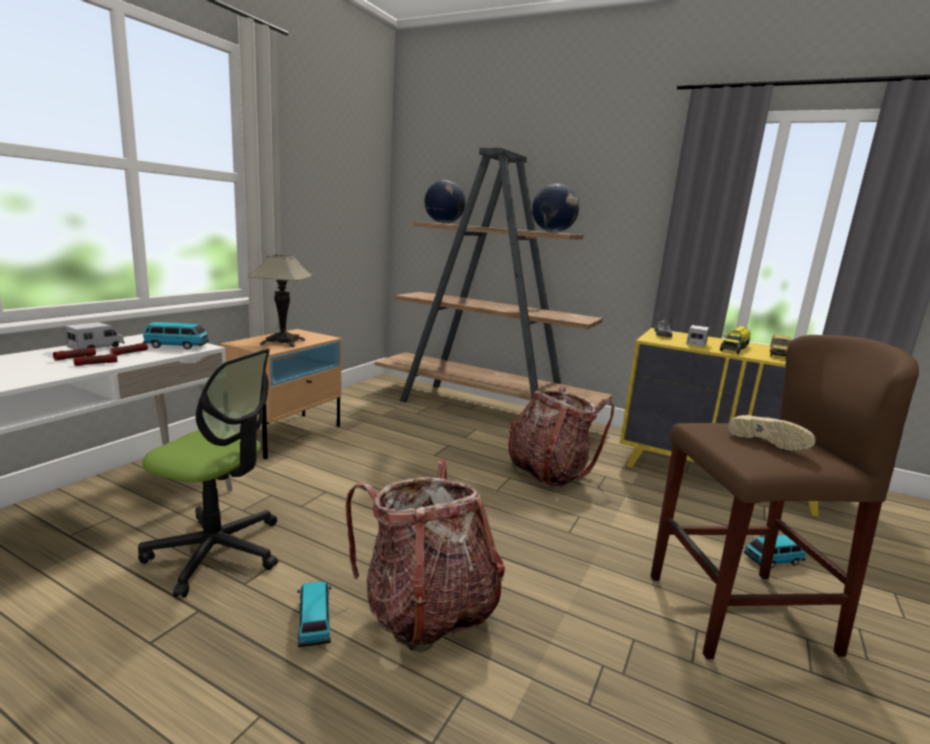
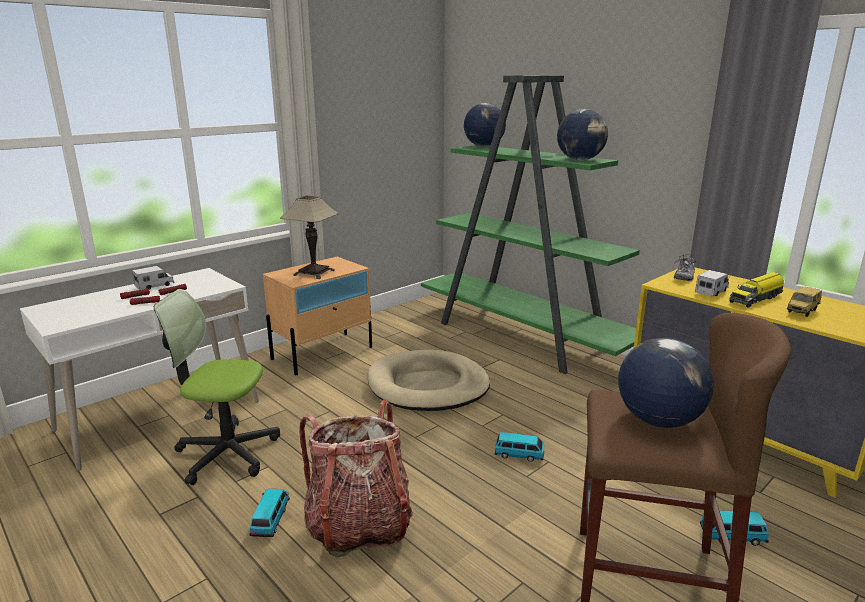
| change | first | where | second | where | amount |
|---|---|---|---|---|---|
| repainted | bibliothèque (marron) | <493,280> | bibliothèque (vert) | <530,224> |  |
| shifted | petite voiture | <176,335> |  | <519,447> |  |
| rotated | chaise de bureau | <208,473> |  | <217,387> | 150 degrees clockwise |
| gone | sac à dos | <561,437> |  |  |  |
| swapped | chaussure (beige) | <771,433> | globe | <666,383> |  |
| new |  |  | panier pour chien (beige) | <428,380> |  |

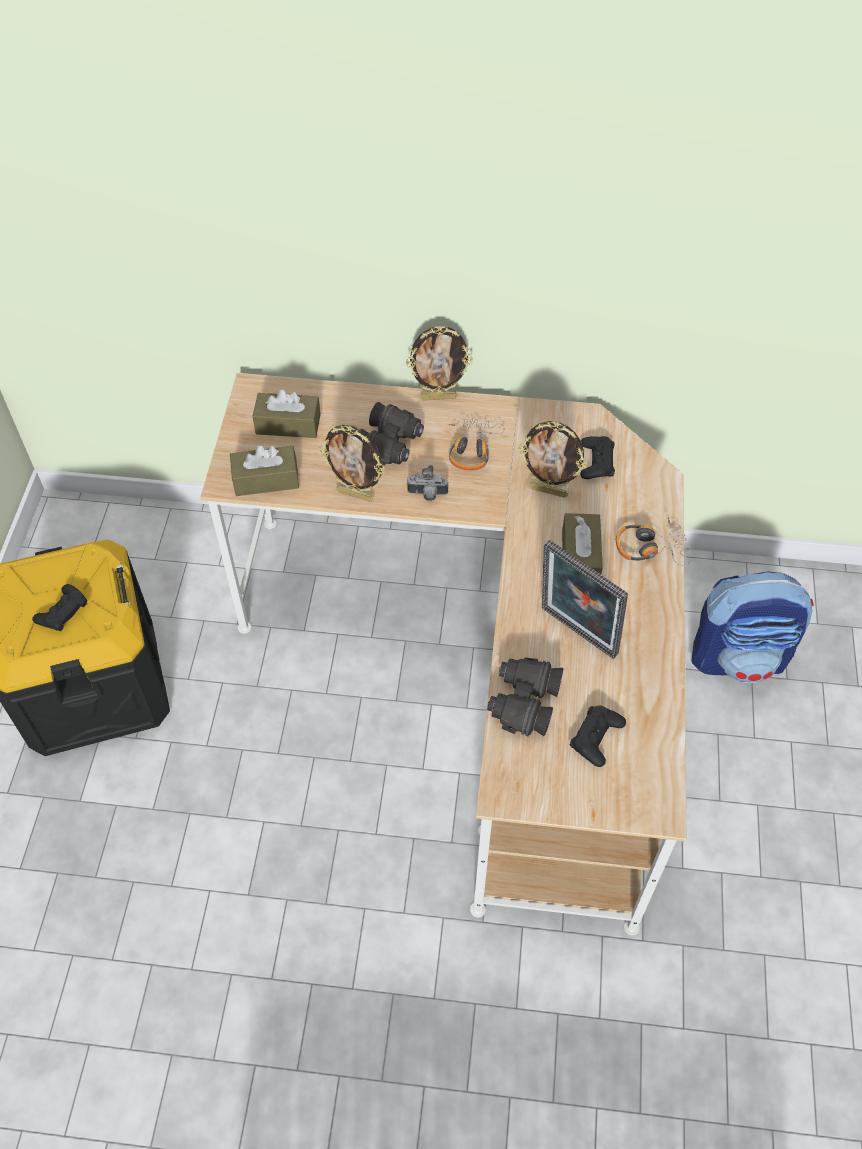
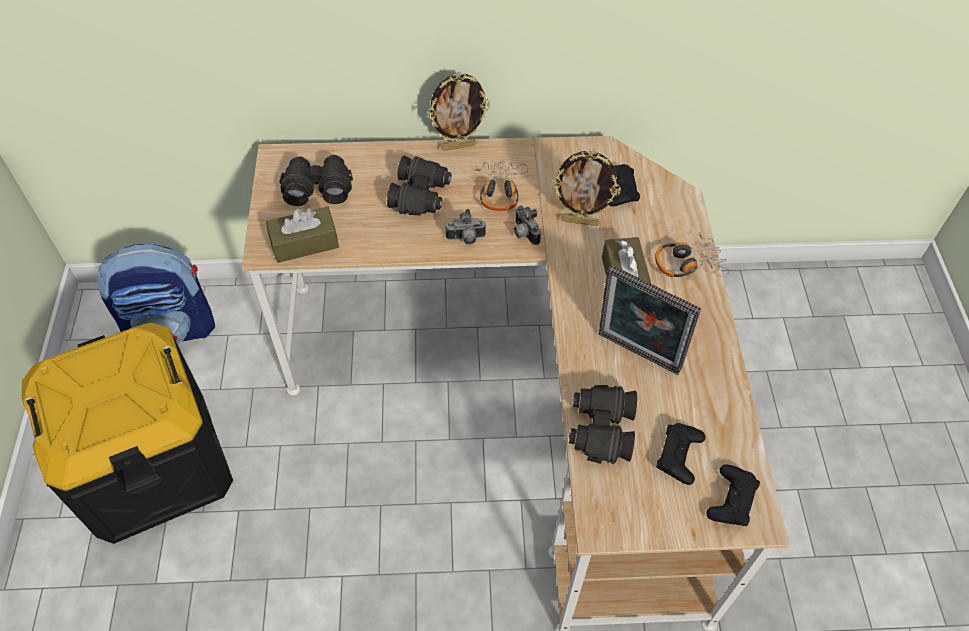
| change | first | where | second | where | amount |
|---|---|---|---|---|---|
| swapped | boîte à mouchoirs (marron) | <286,413> | jumelles (noir) | <316,180> |  |
| gone | cadre photo | <352,463> |  |  |  |
| shifted | sac à dos | <753,627> |  | <156,294> |  |
| shifted | manette (noir) | <59,607> |  | <733,495> |  |
| new |  |  | appareil photo | <527,225> |  |

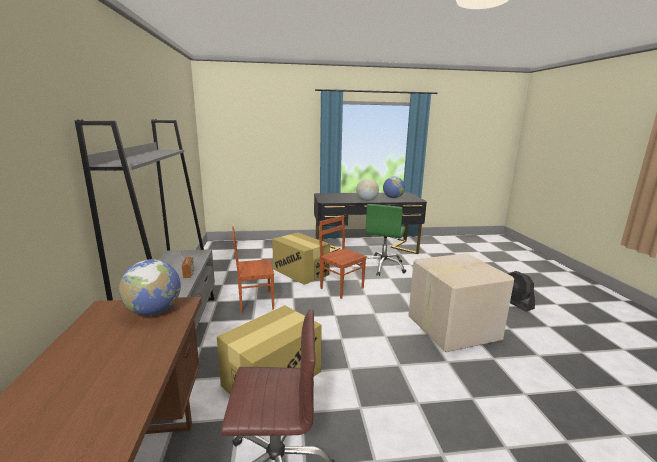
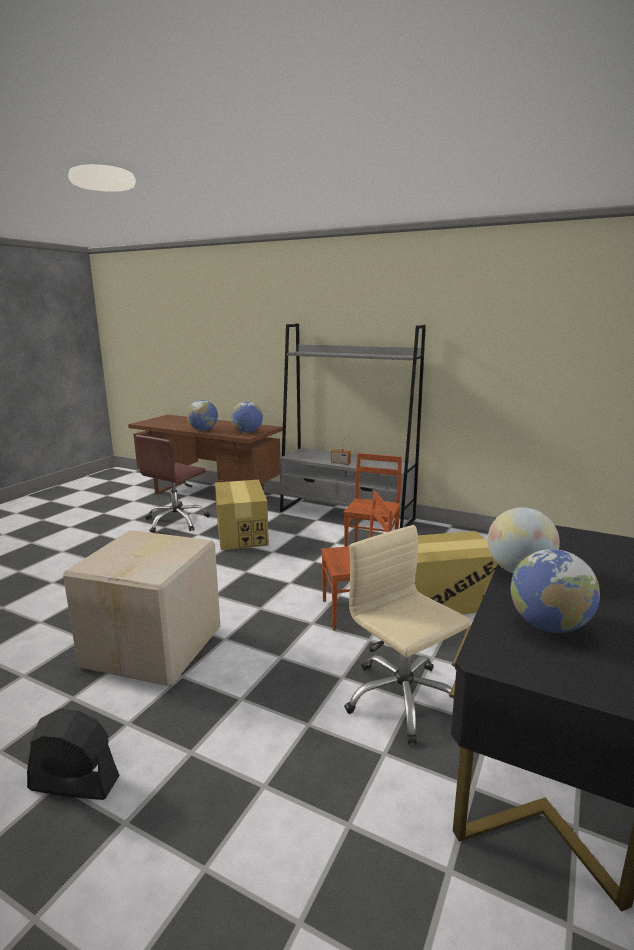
| change | first | where | second | where | amount |
|---|---|---|---|---|---|
| repainted | chaise de bureau (vert) | <382,240> | chaise de bureau (beige) | <407,635> |  |
| new |  |  | globe | <202,415> |  |

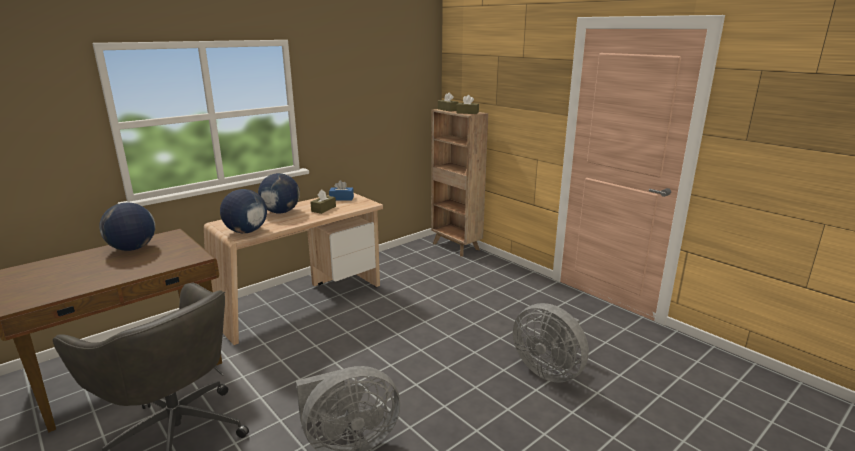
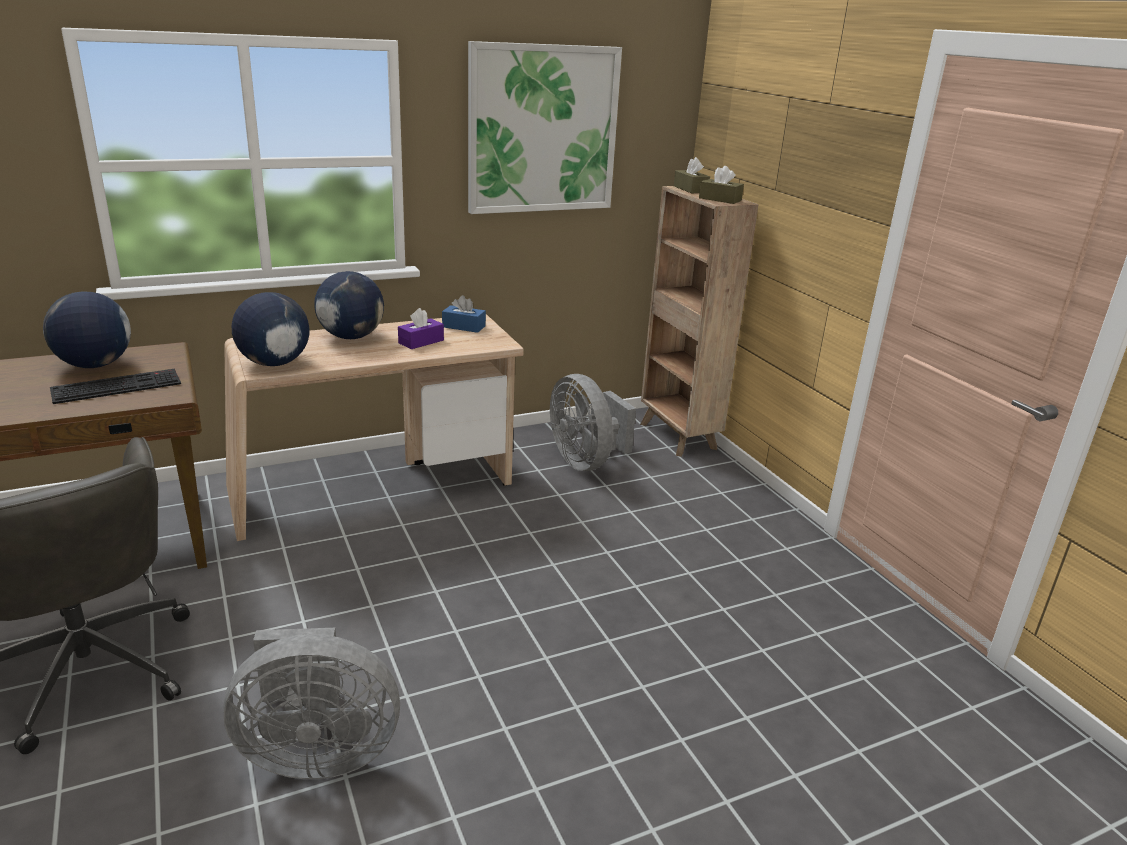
| change | first | where | second | where | amount |
|---|---|---|---|---|---|
| repainted | boîte à mouchoirs (marron) | <323,202> | boîte à mouchoirs (violet) | <421,328> |  |
| shifted | ventilateur (gris) | <551,343> |  | <593,422> |  |
| new |  |  | tableau | <545,127> |  |
| new |  |  | clavier | <115,386> |  |

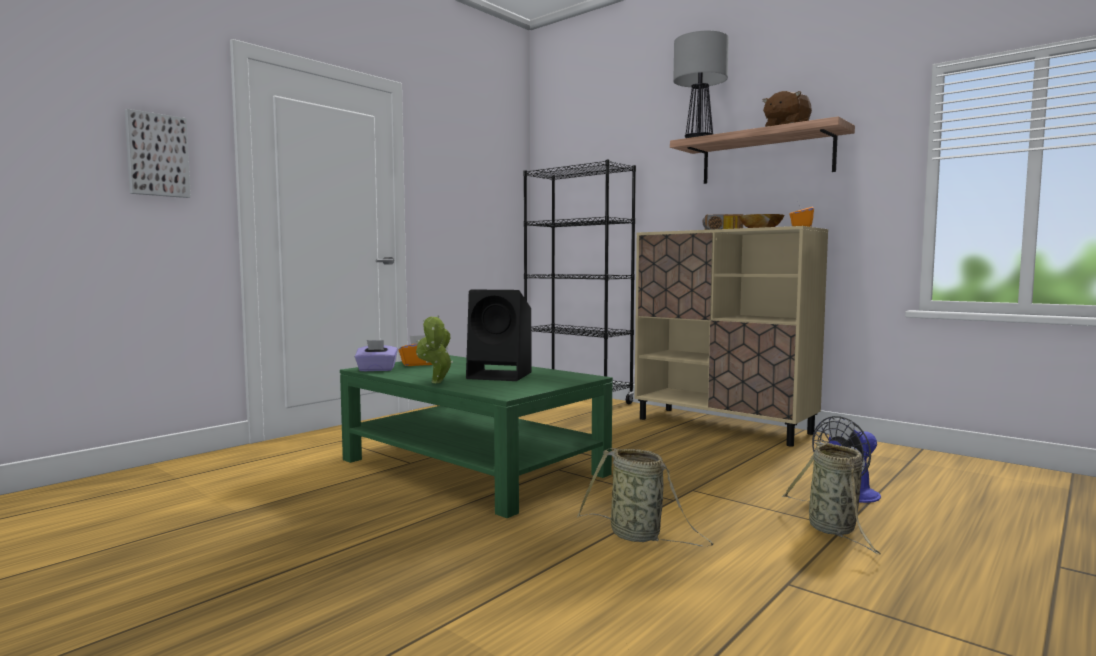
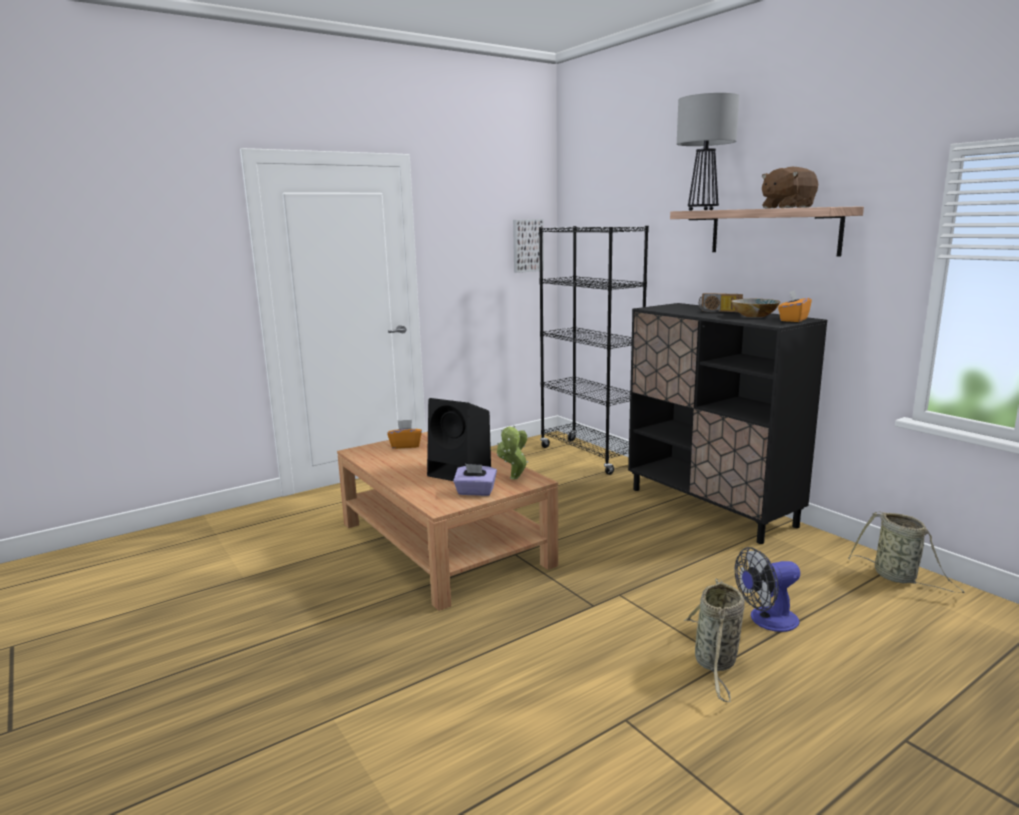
| change | first | where | second | where | amount |
|---|---|---|---|---|---|
| shifted | tableau | <158,153> |  | <528,246> |  |
| repainted | meuble de rangement (beige) | <731,336> | meuble de rangement (noir) | <727,423> |  |
| shifted | plante en pot | <434,349> |  | <512,452> |  |
| shifted | boîte à mouchoirs (violet) | <376,355> |  | <475,480> |  |
| repainted | table basse (vert) | <476,436> | table basse (marron) | <447,521> |  |
| shifted | panier | <645,497> |  | <906,552> |  |

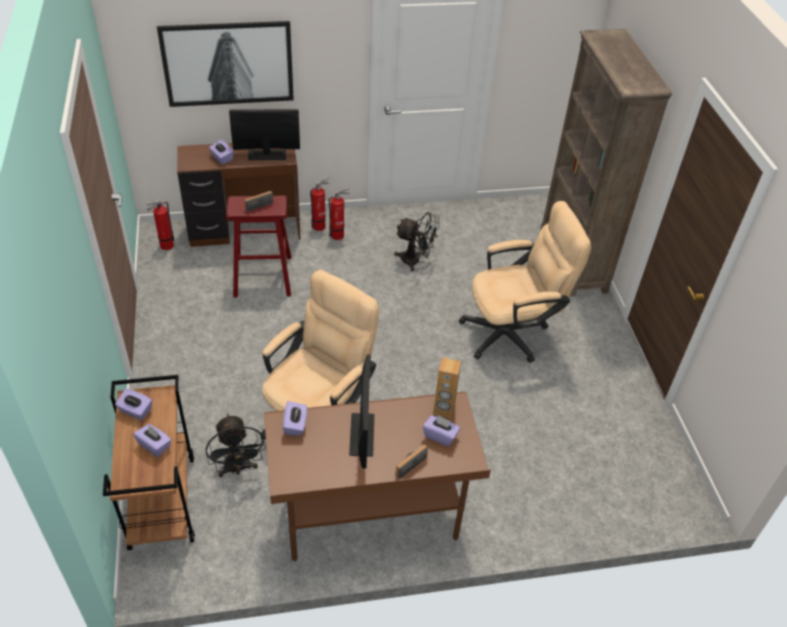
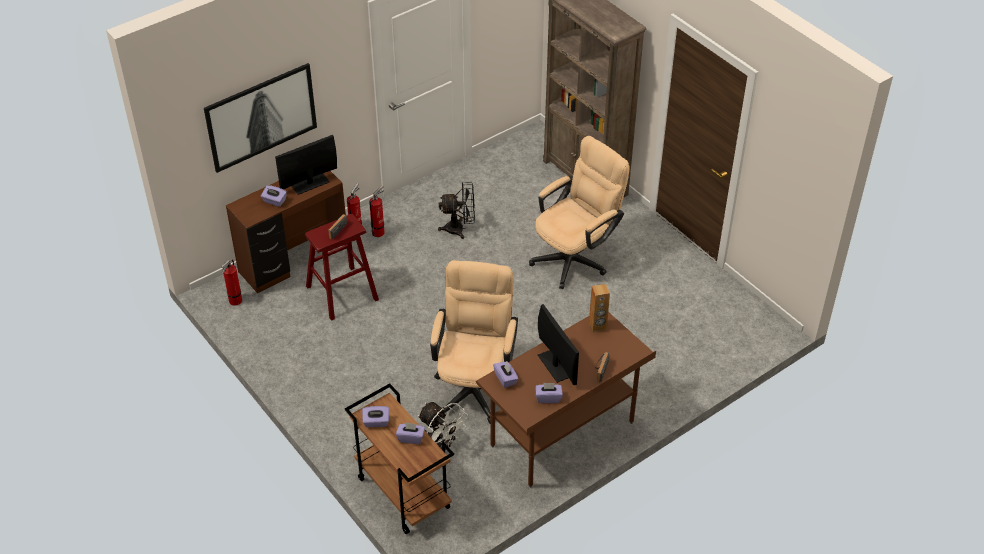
| change | first | where | second | where | amount |
|---|---|---|---|---|---|
| repainted | ventilateur (noir) | <236,445> | ventilateur (blanc) | <443,426> |  |
| shifted | boîte à mouchoirs (violet) | <441,431> |  | <549,393> |  |

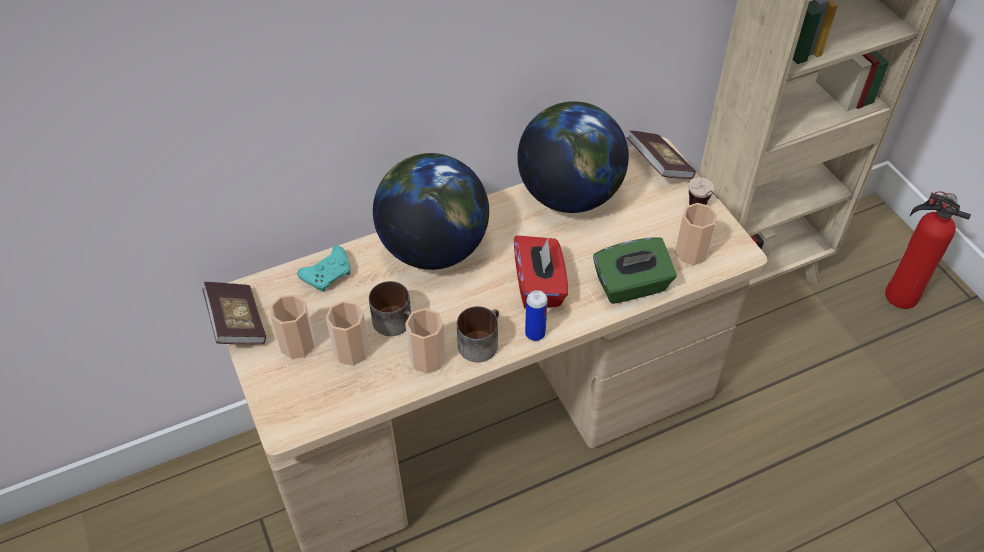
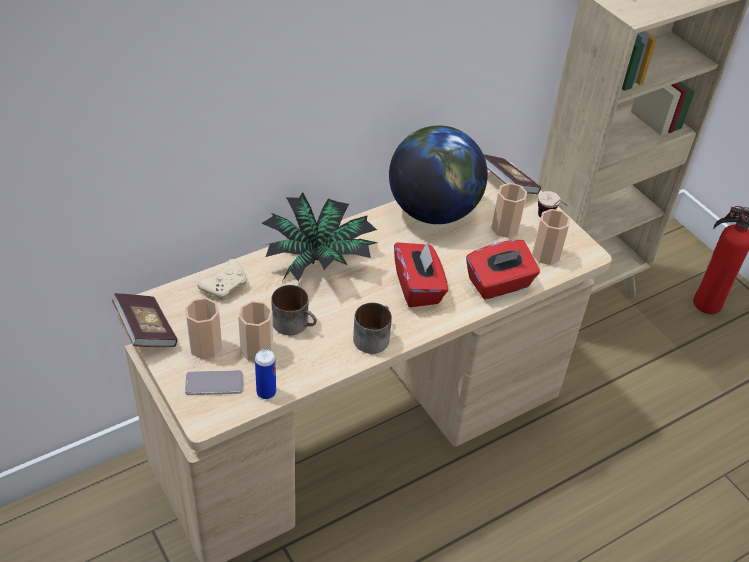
| change | first | where | second | where | amount |
|---|---|---|---|---|---|
| swapped | globe | <431,211> | plante en pot | <319,237> |  |
| repainted | boîte à mouchoirs (vert) | <635,270> | boîte à mouchoirs (rouge) | <503,269> |  |
| repainted | manette (turquoise) | <323,269> | manette (beige) | <222,279> |  |
| shifted | boîte métallique | <536,315> |  | <265,374> |  |
| shifted | tasse | <425,341> |  | <509,210> |  |
| new |  |  | téléphone | <214,382> |  |

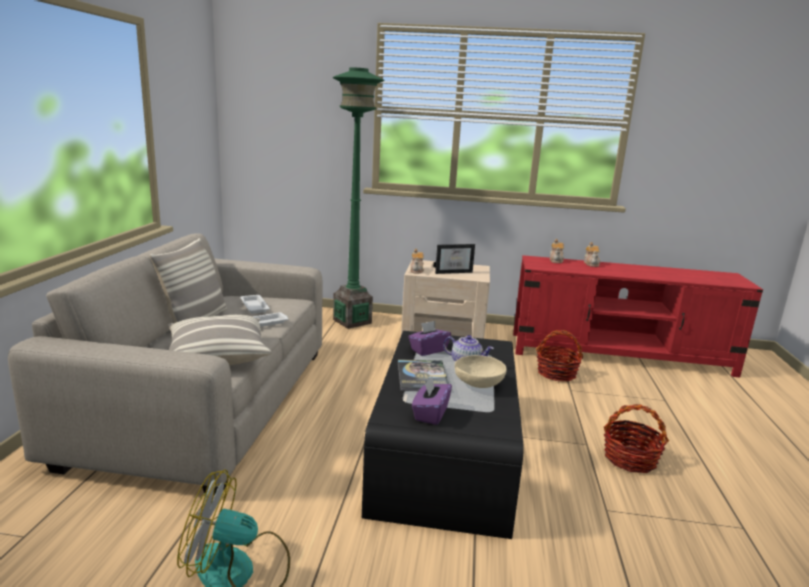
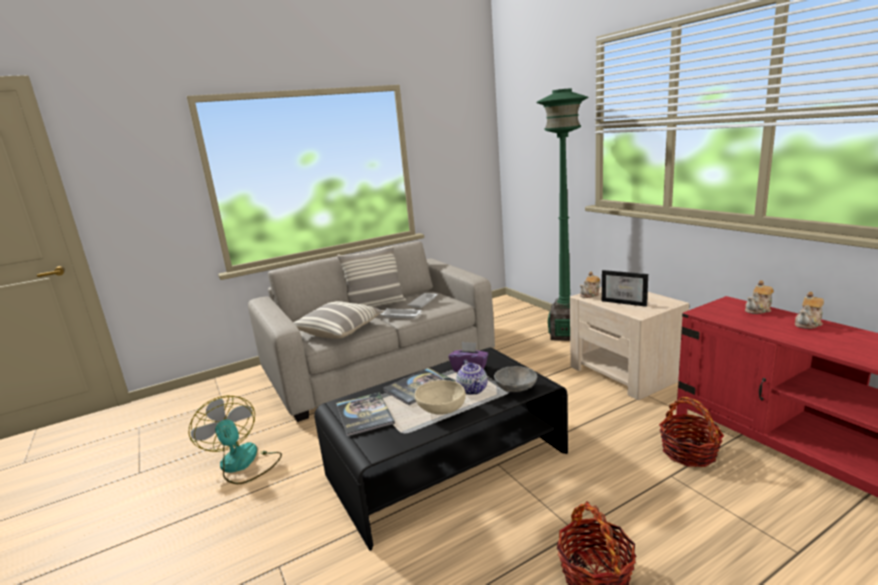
| change | first | where | second | where | amount |
|---|---|---|---|---|---|
| swapped | boîte à mouchoirs (violet) | <432,400> | livre | <365,414> |  |
| new |  |  | bol (gris) | <515,379> |  |

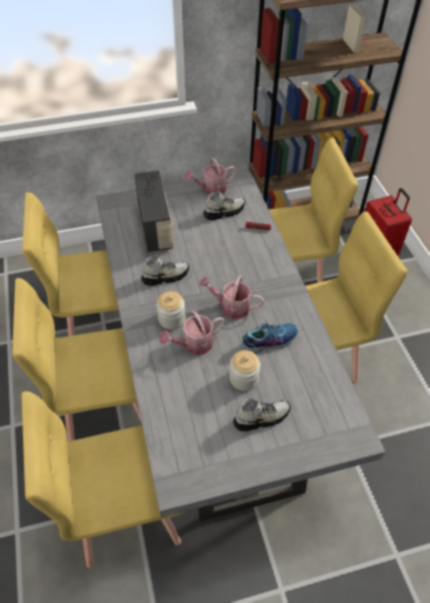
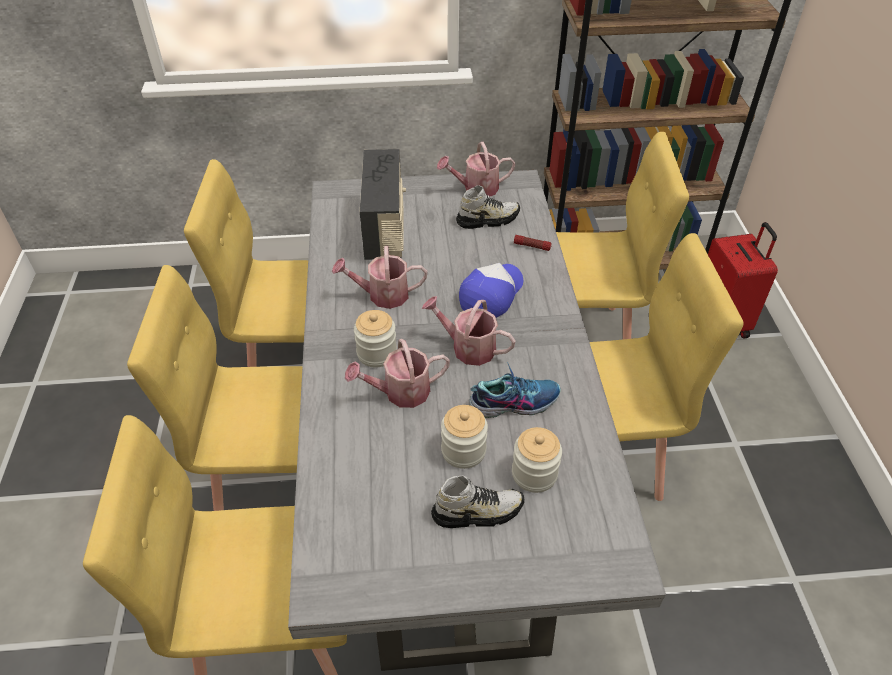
| change | first | where | second | where | amount |
|---|---|---|---|---|---|
| swapped | chaussure | <165,270> | arrosoir | <379,277> |  |
| new |  |  | casquette | <491,290> |  |
| new |  |  | bocal | <537,460> |  |

